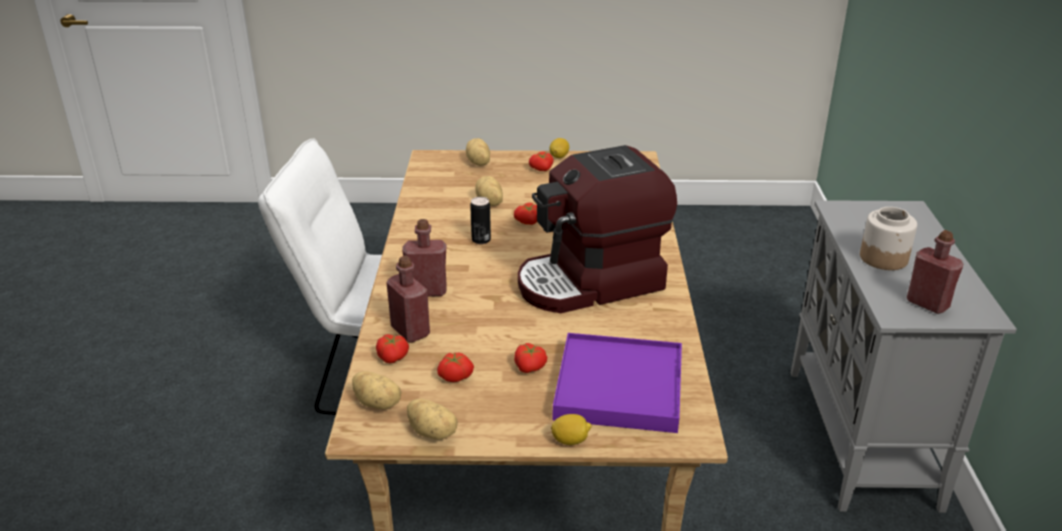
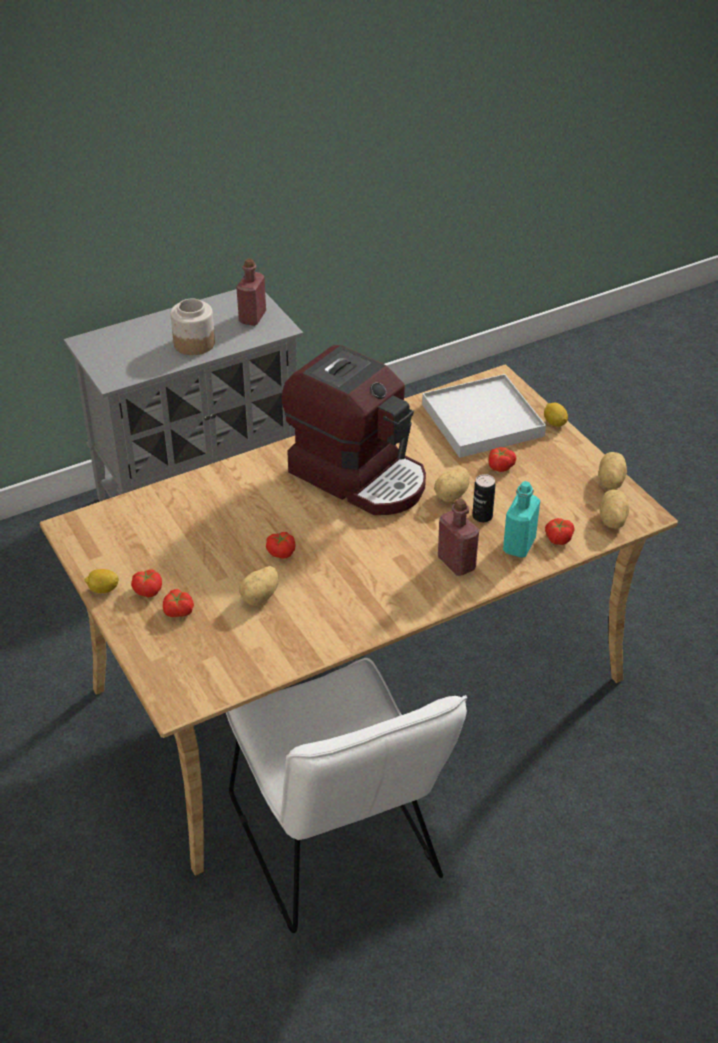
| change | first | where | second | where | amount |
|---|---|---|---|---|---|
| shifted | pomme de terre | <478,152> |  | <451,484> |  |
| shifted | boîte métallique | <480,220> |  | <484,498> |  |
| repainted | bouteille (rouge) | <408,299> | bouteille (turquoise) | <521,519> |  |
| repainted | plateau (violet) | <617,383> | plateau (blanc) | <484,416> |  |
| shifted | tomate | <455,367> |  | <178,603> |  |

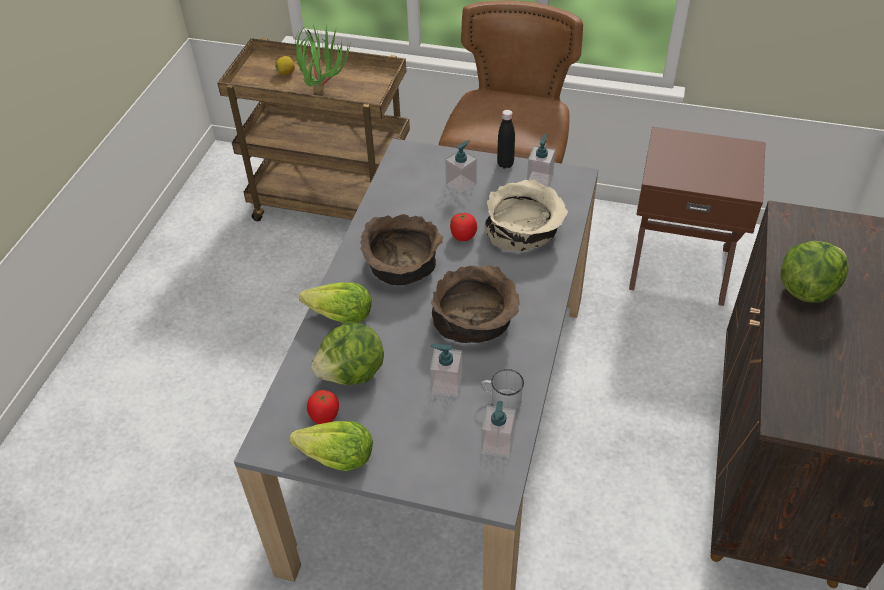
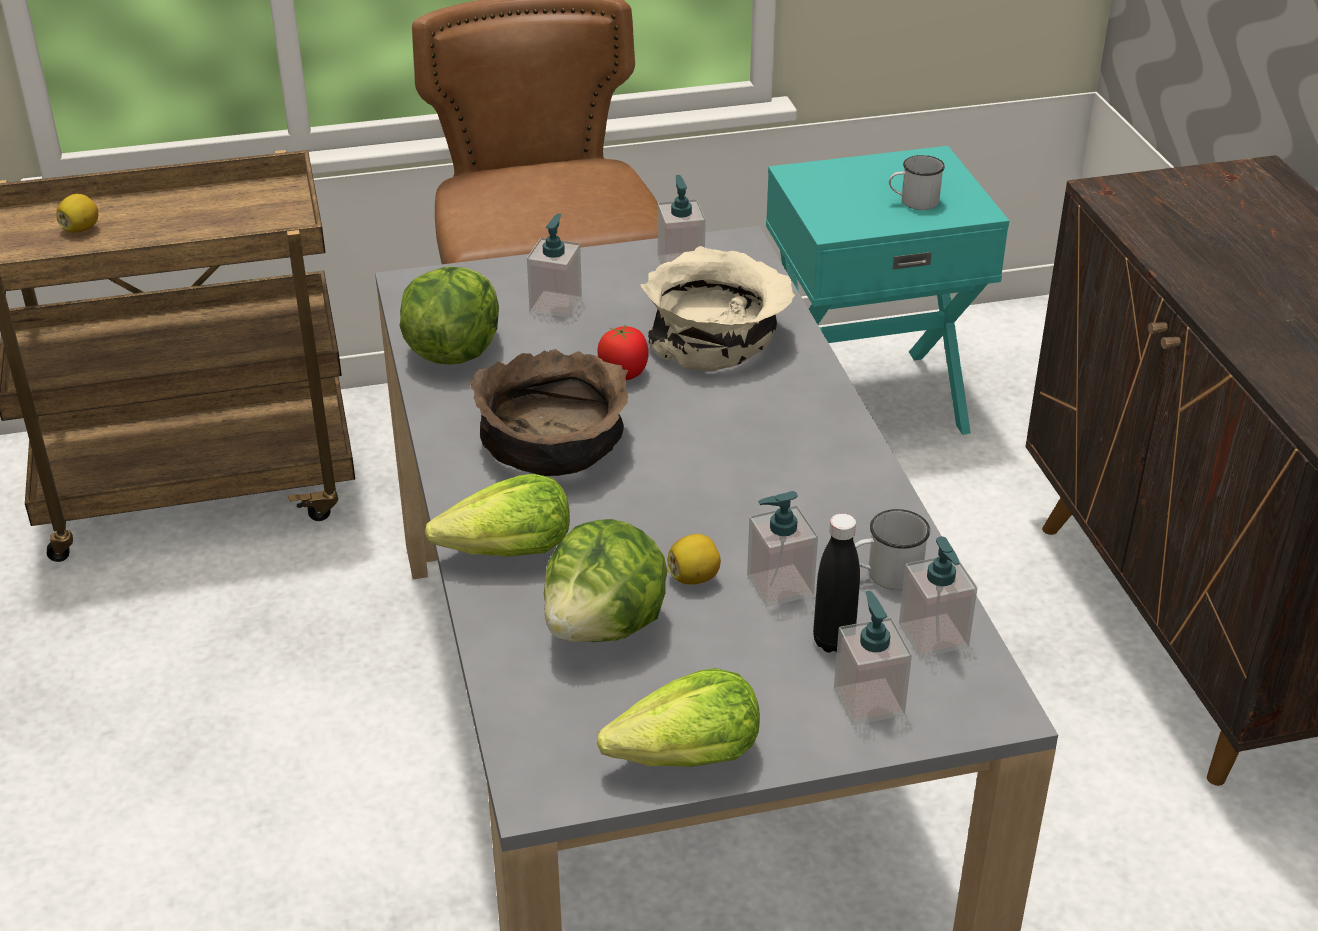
| change | first | where | second | where | amount |
|---|---|---|---|---|---|
| gone | plante en pot | <323,59> |  |  |  |
| shifted | bouteille (noir) | <506,139> |  | <836,583> |  |
| repainted | table de chevet (marron) | <697,216> | table de chevet (turquoise) | <887,290> |  |
| shifted | laitue | <814,272> |  | <449,315> |  |
| gone | bol (marron) | <475,304> |  |  |  |
| gone | tomate | <323,407> |  |  |  |
| new |  |  | mug (blanc) | <917,182> |  |
| new |  |  | citron | <694,559> |  |
| new |  |  | distributeur de savon | <873,658> |  |

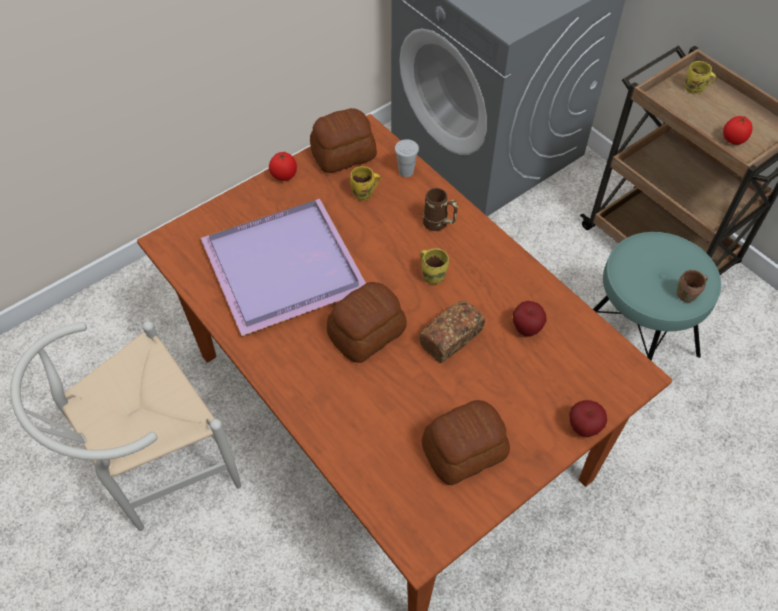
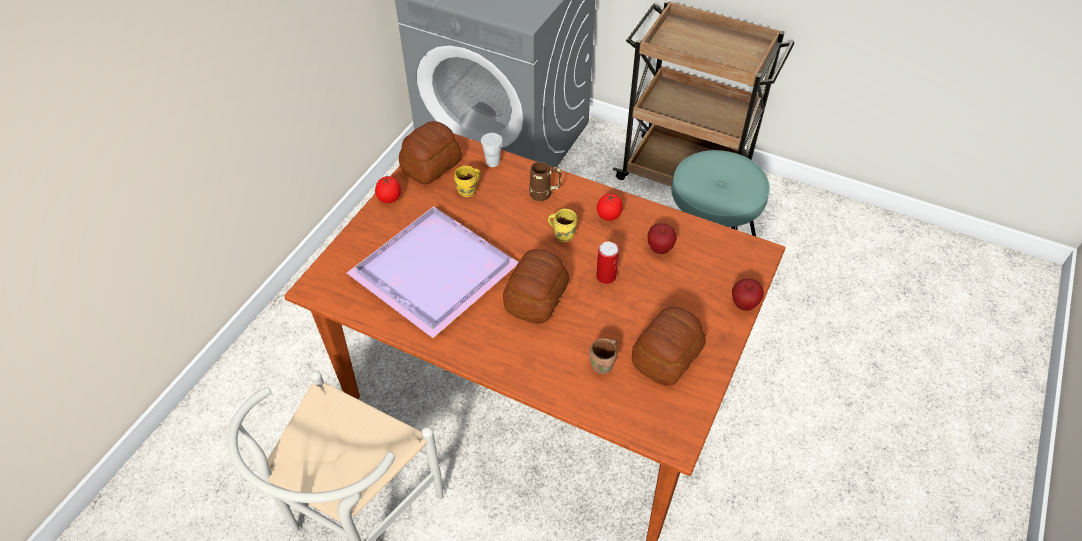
| change | first | where | second | where | amount |
|---|---|---|---|---|---|
| gone | mug (jaune) | <700,77> |  |  |  |
| shifted | tomate | <738,130> |  | <610,207> |  |
| shifted | mug (marron) | <692,286> |  | <603,356> |  |
| swapped | pain | <452,332> | boîte métallique | <607,262> |  |

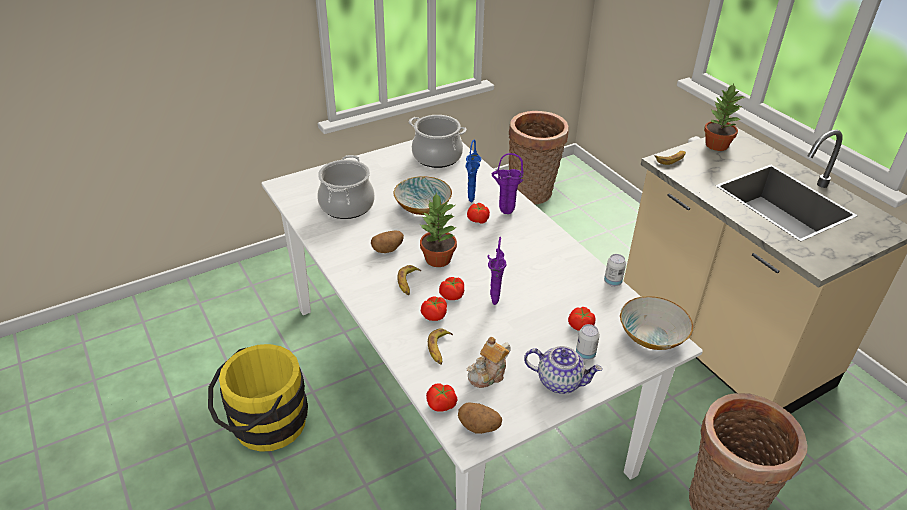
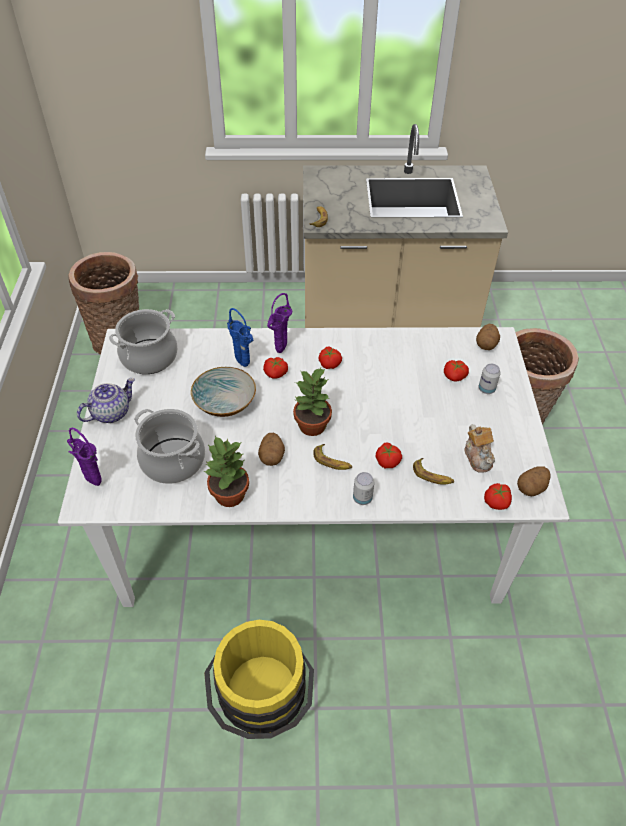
| change | first | where | second | where | amount |
|---|---|---|---|---|---|
| shifted | plante en pot | <724,117> |  | <226,471> |  |
| shifted | vase (violet) | <497,271> |  | <84,457> |  |
| shifted | boîte métallique | <615,270> |  | <363,488> |  |
| shifted | tomate | <451,288> |  | <330,357> |  |
| swapped | bol | <656,323> | pomme de terre | <488,337> |  |
| shifted | théière | <563,370> |  | <106,400> |  |

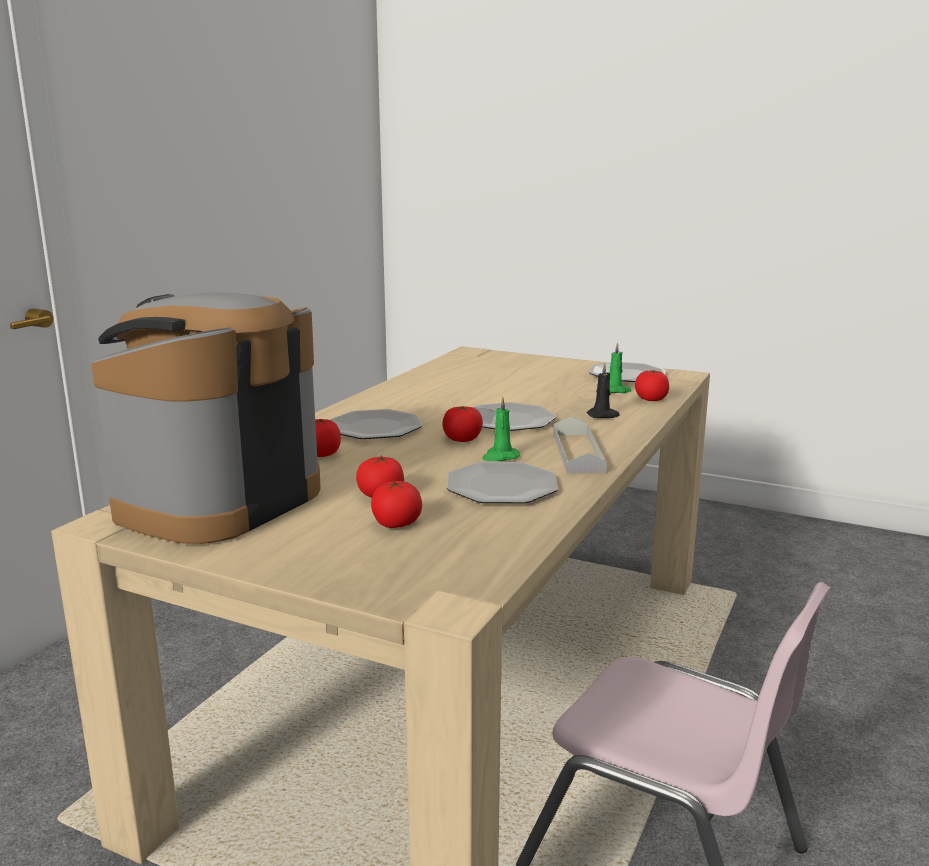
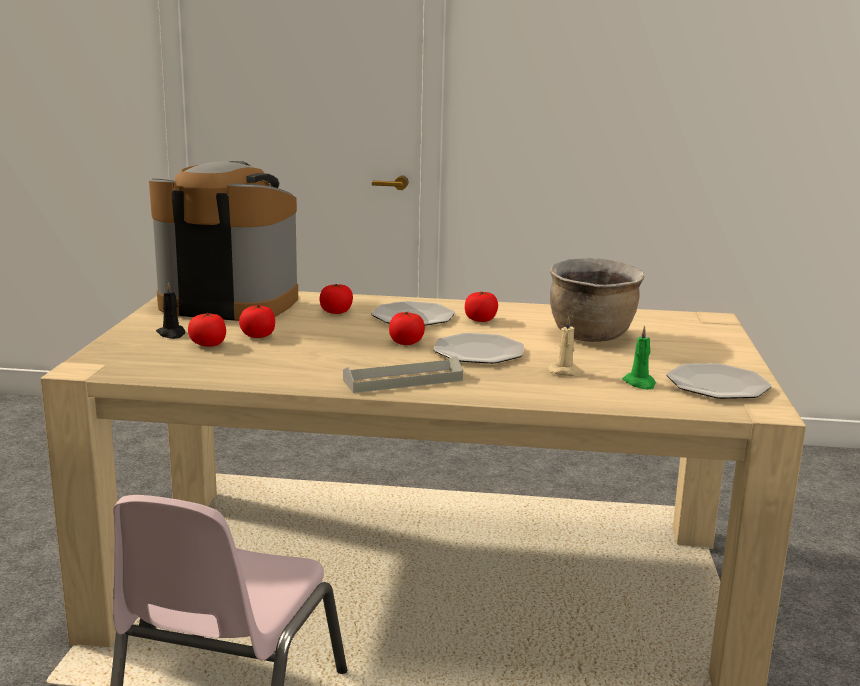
| change | first | where | second | where | amount |
|---|---|---|---|---|---|
| shifted | bougie (noir) | <603,390> |  | <170,310> |  |
| shifted | tomate | <652,385> |  | <481,306> |  |
| gone | bougie (vert) | <501,429> |  |  |  |
| gone | assiette | <502,482> |  |  |  |
| new |  |  | marmite (marron) | <597,300> |  |
| new |  |  | bougie (beige) | <566,346> |  |

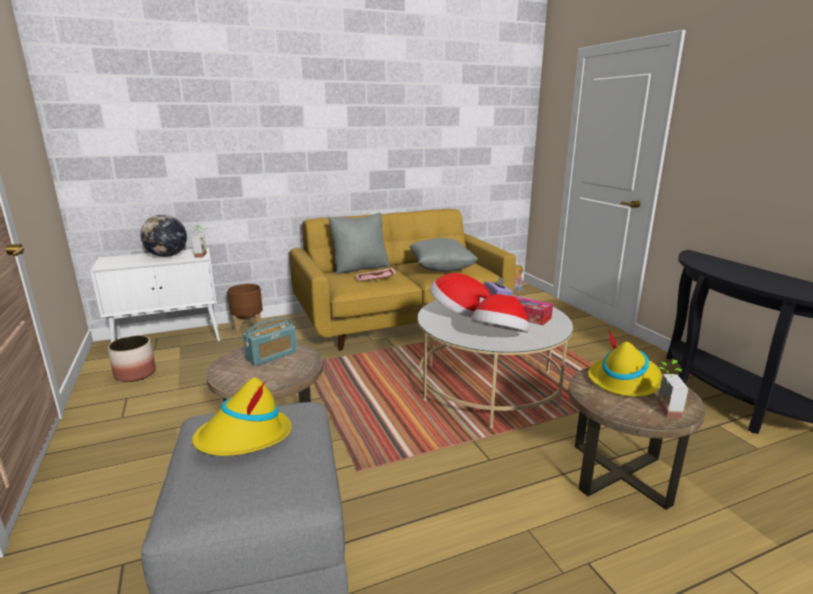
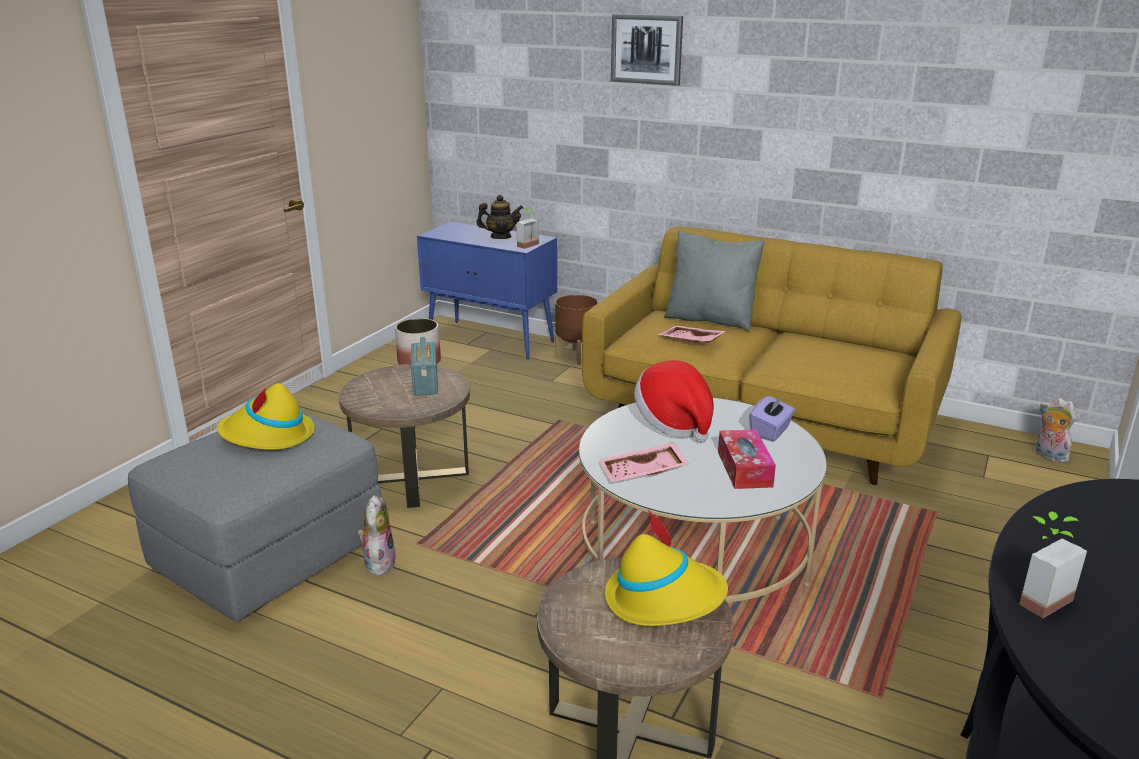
| change | first | where | second | where | amount |
|---|---|---|---|---|---|
| swapped | globe | <163,236> | théière | <499,217> |  |
| gone | coussin (gris) | <443,255> |  |  |  |
| repainted | meuble de rangement (blanc) | <155,295> | meuble de rangement (bleu) | <487,291> |  |
| swapped | chapeau | <500,313> | plateau (rose) | <644,462> |  |
| rotated | radio | <270,341> |  | <424,366> | 75 degrees clockwise |
| shifted | plante en pot | <672,389> |  | <1053,564> |  |
| new |  |  | tableau | <647,50> |  |
| new |  |  | peluche | <377,535> |  |

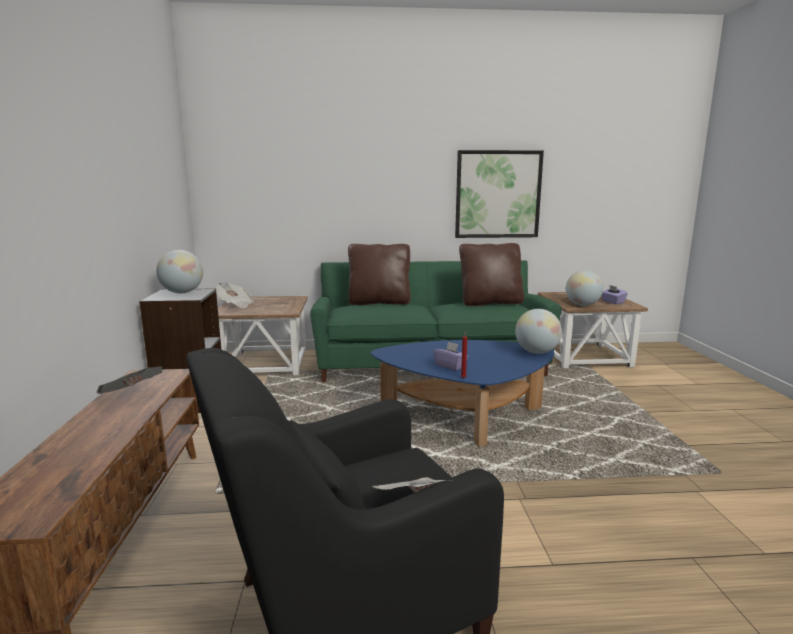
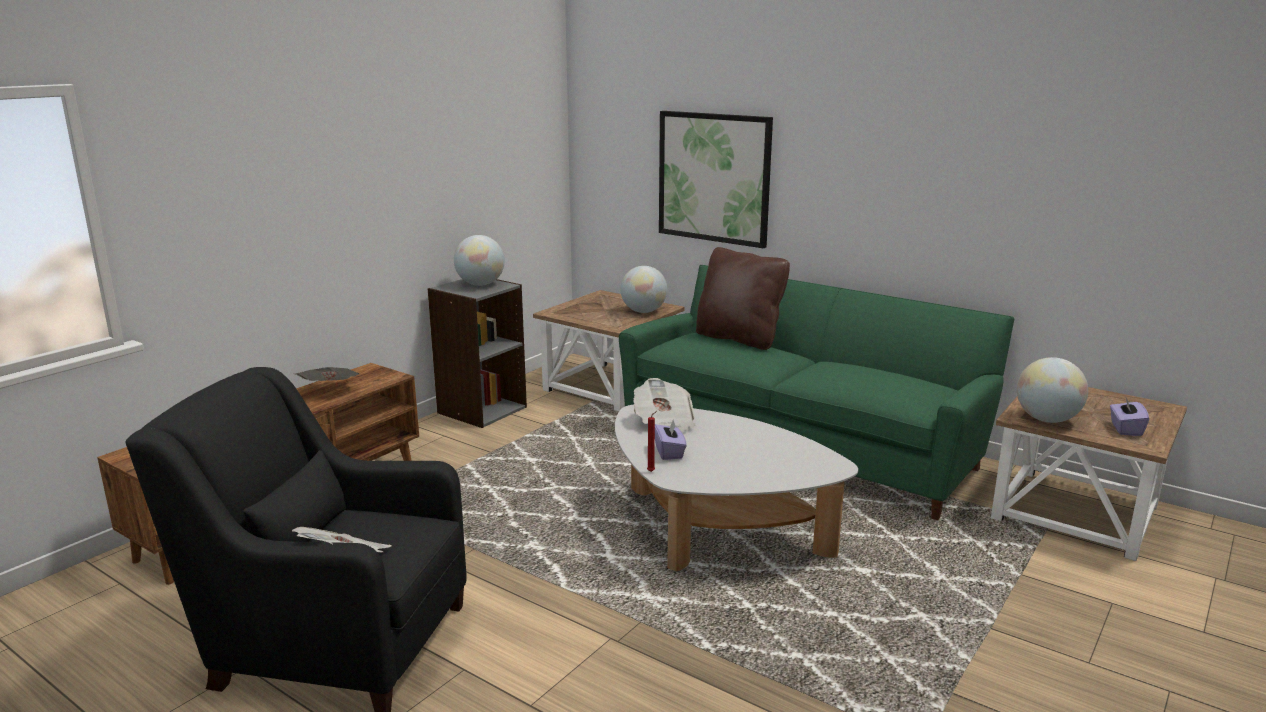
| change | first | where | second | where | amount |
|---|---|---|---|---|---|
| shifted | tableau | <499,194> |  | <716,179> |  |
| gone | coussin (marron) | <491,274> |  |  |  |
| shifted | journal | <234,295> |  | <664,405> |  |
| shifted | globe | <538,331> |  | <644,289> |  |
| repainted | table basse (bleu) | <462,393> | table basse (blanc) | <736,488> |  |

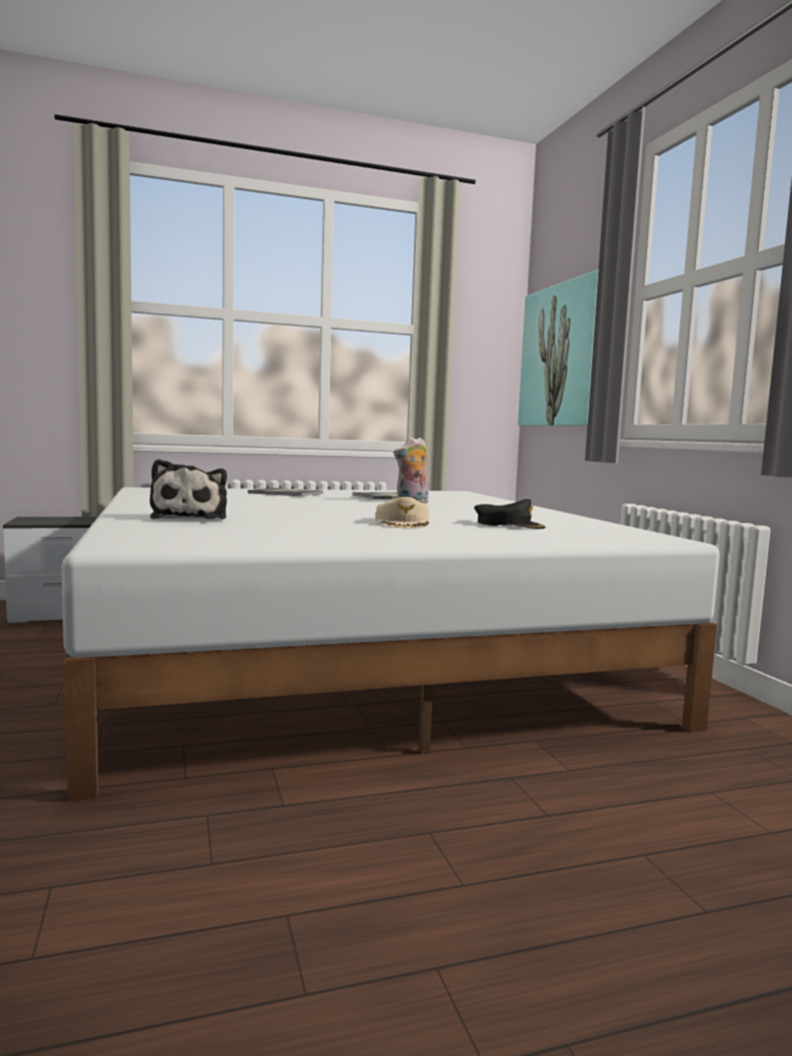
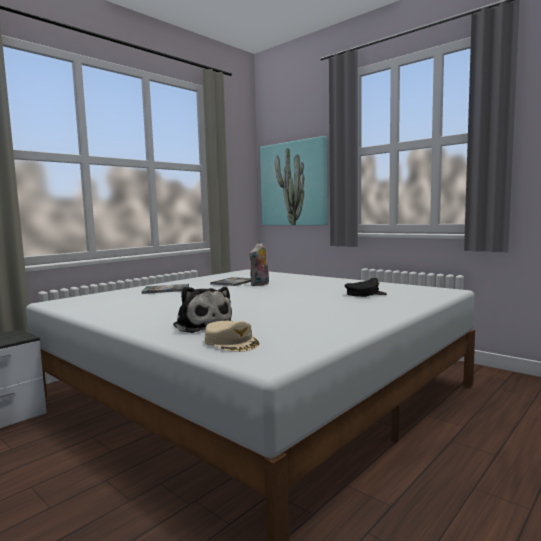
| change | first | where | second | where | amount |
|---|---|---|---|---|---|
| shifted | casquette (beige) | <402,513> |  | <232,336> |  |

